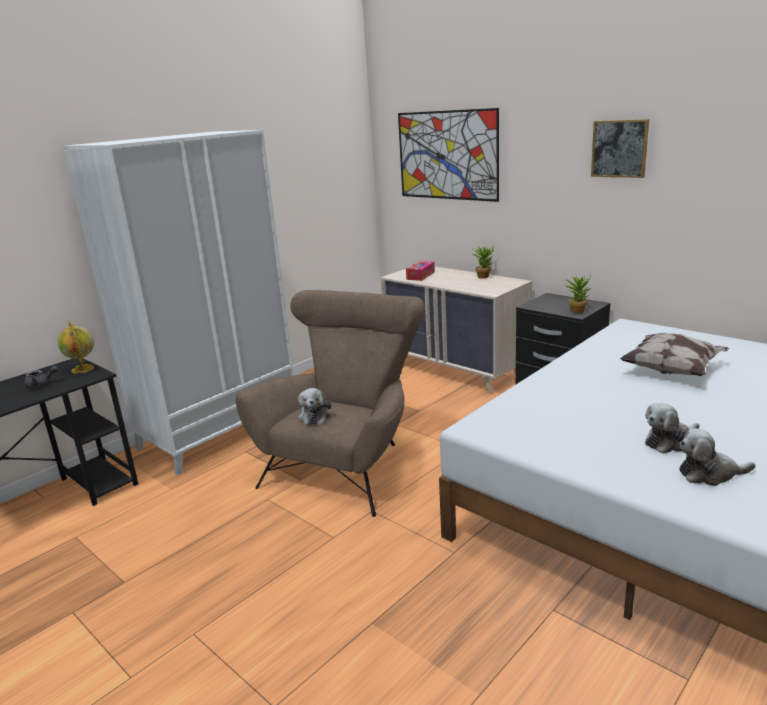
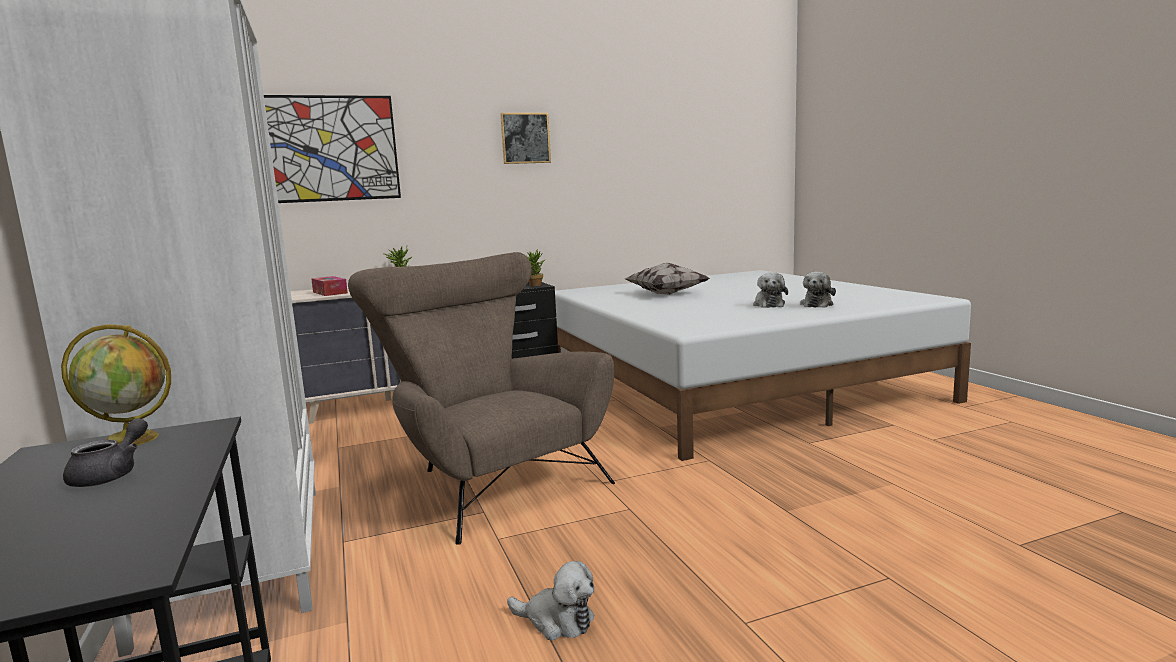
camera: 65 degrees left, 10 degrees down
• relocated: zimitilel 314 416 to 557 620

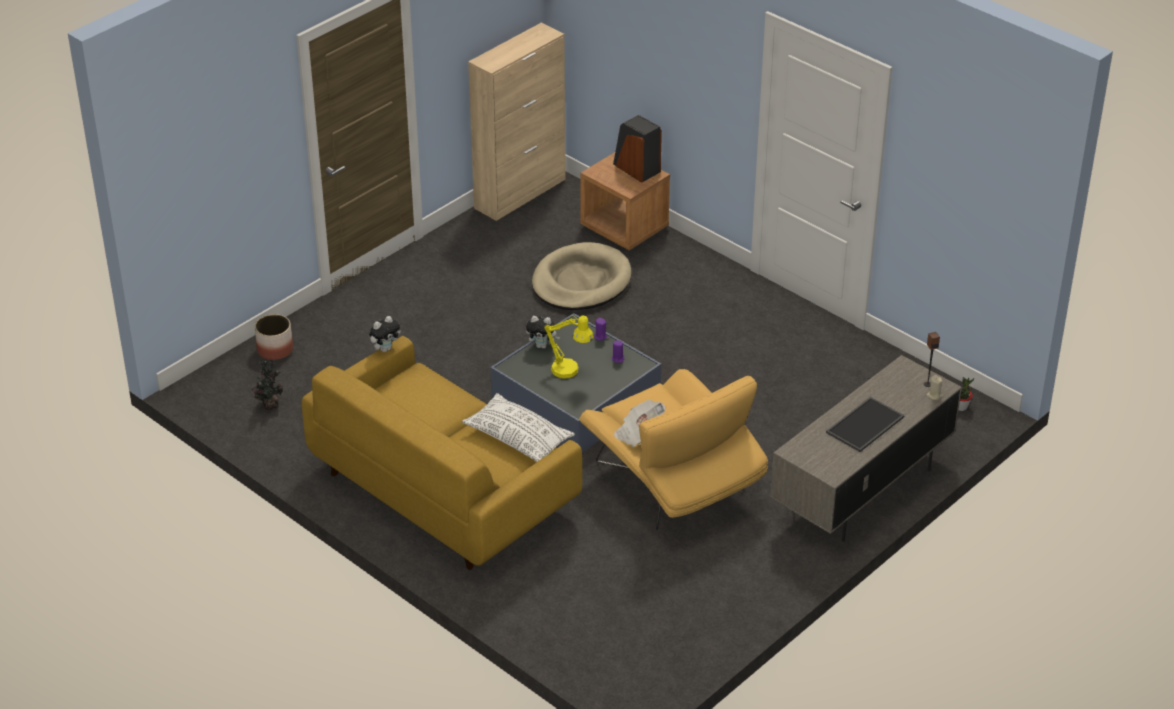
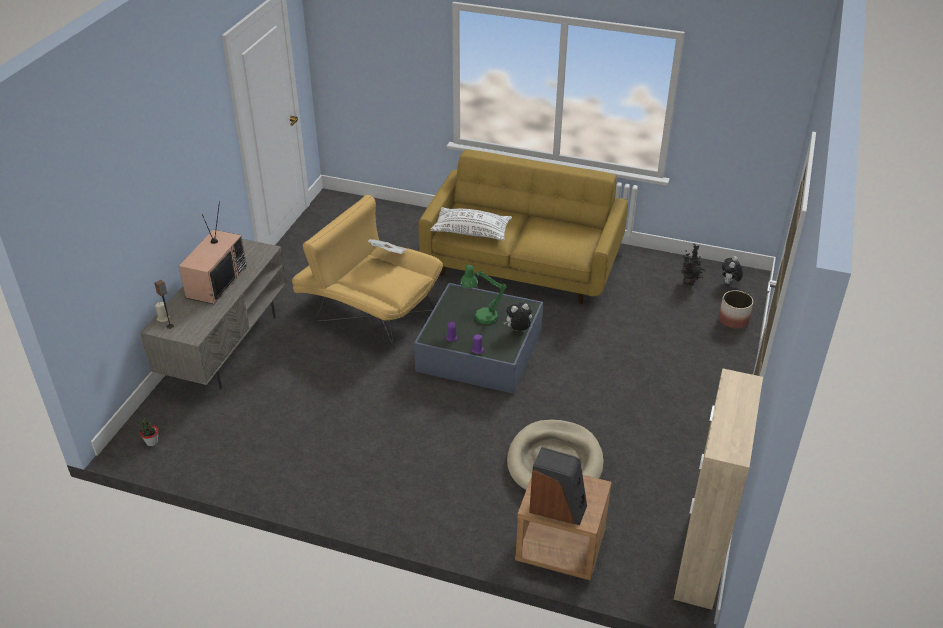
camera: 155 degrees right, 0 degrees up
• colour: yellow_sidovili 570 371 to green_sidovili 481 317
• relocated: zimitilel 385 348 to 729 283
• exchanged: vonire 865 425 to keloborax 216 281

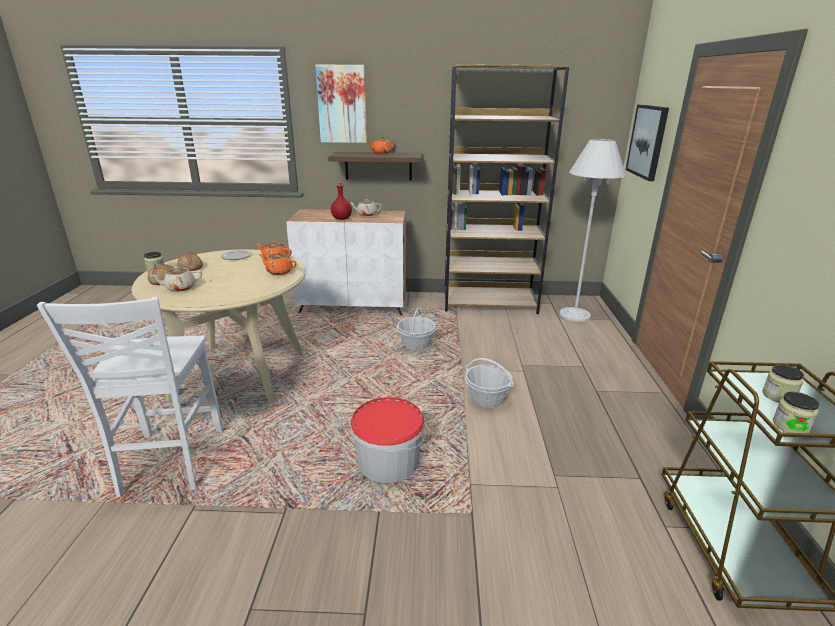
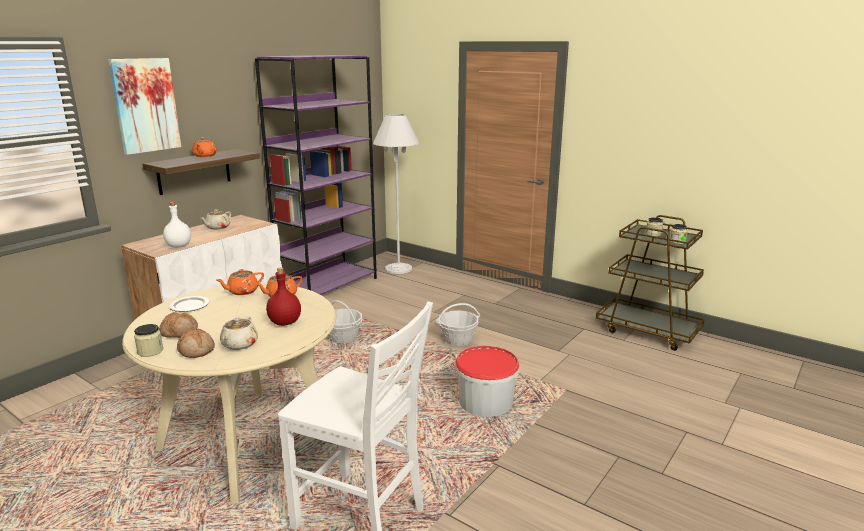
camera: 55 degrees left, 5 degrees down
• colour: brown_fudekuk 490 303 to purple_fudekuk 328 286
• missing: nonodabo 648 141
• relocated: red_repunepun 341 219 to 285 323
• appeared: white_repunepun 178 246

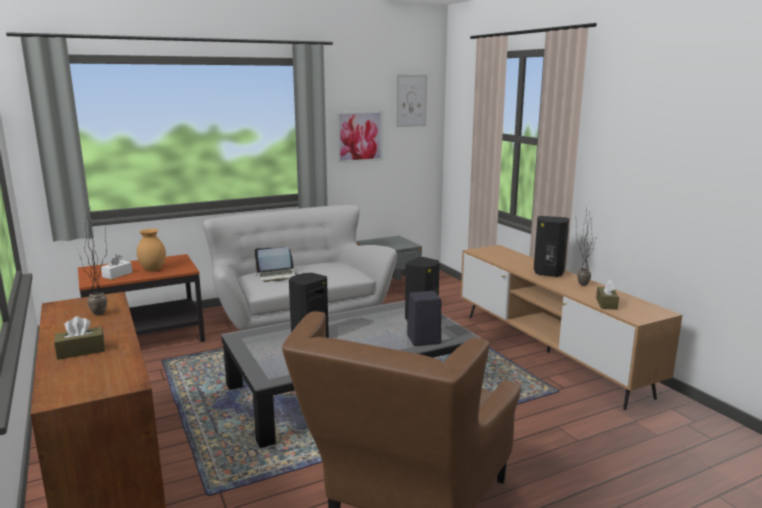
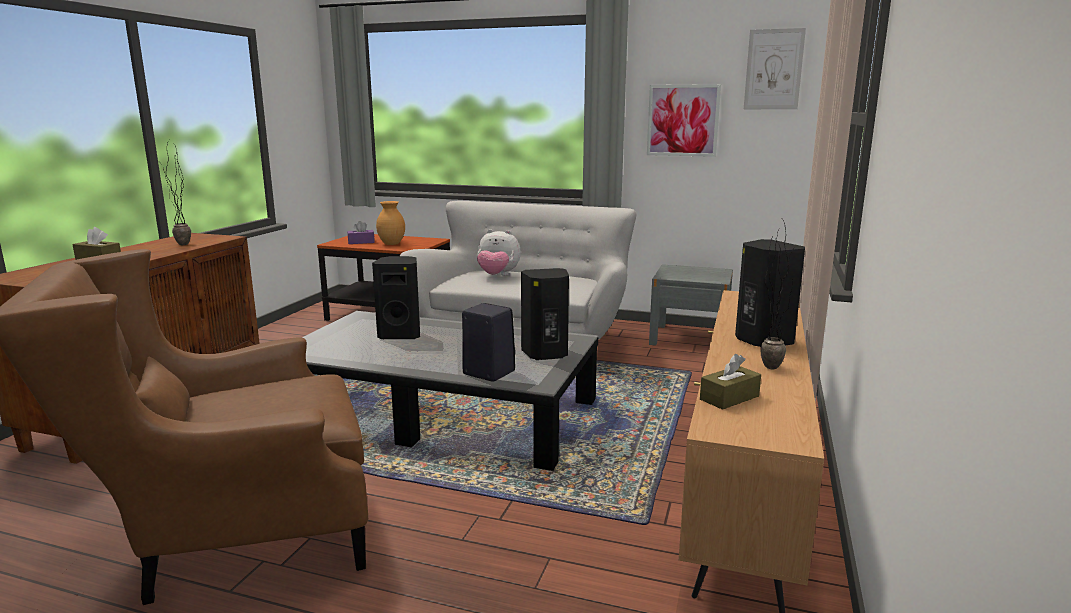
camera: 45 degrees right, 0 degrees up
• exchanged: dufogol 276 275 to zimitilel 497 276
• colour: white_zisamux 117 275 to purple_zisamux 361 242

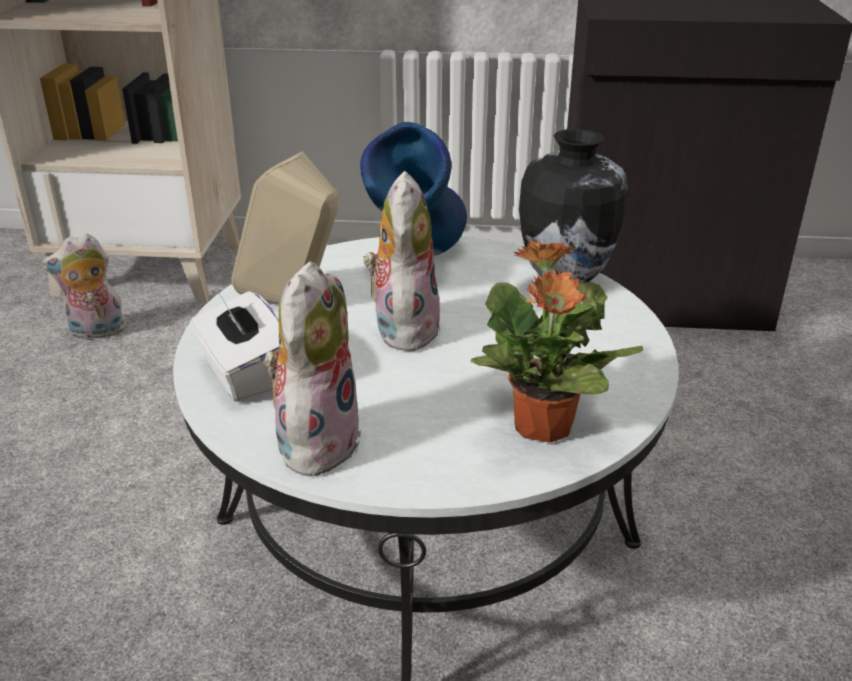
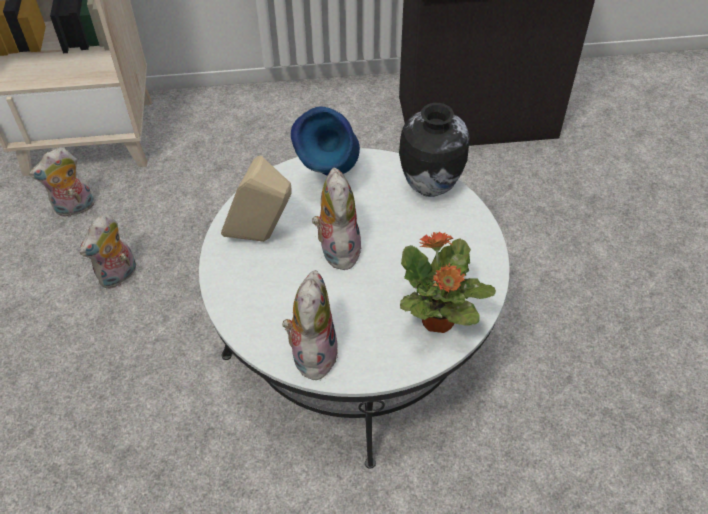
camera: 10 degrees left, 20 degrees up
• missing: white_zisamux 245 374
• appeared: zimitilel 119 276

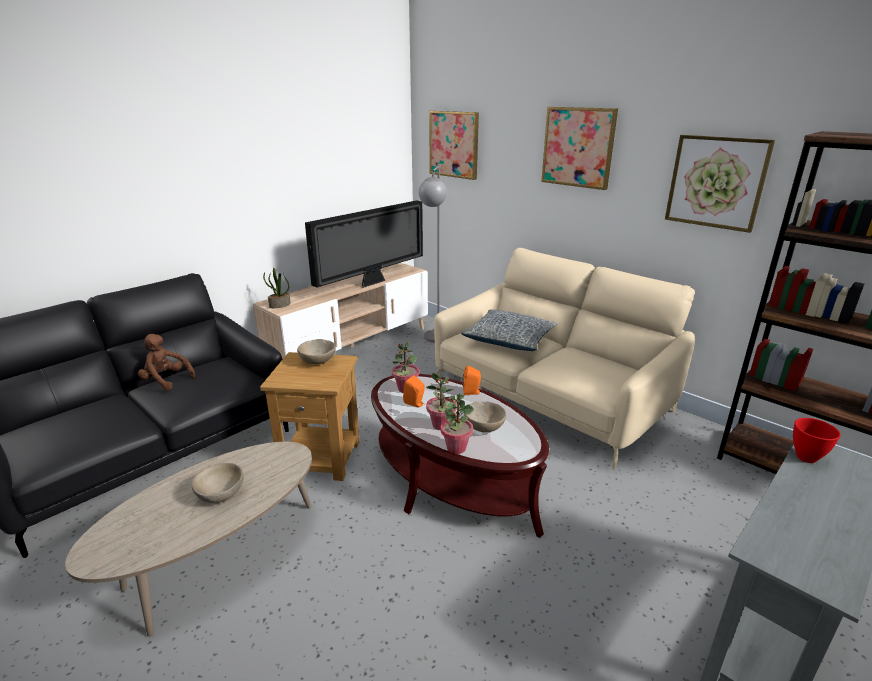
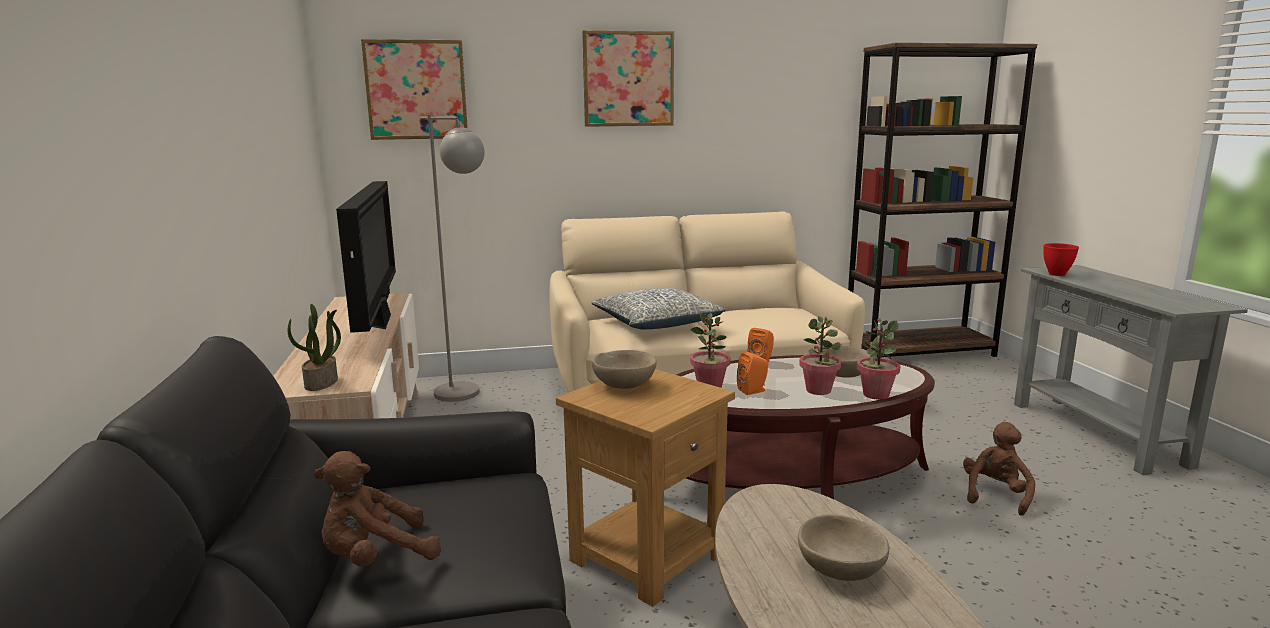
camera: 55 degrees left, 10 degrees down
• missing: nonodabo 716 182
• appeared: brown_zimitilel 995 495

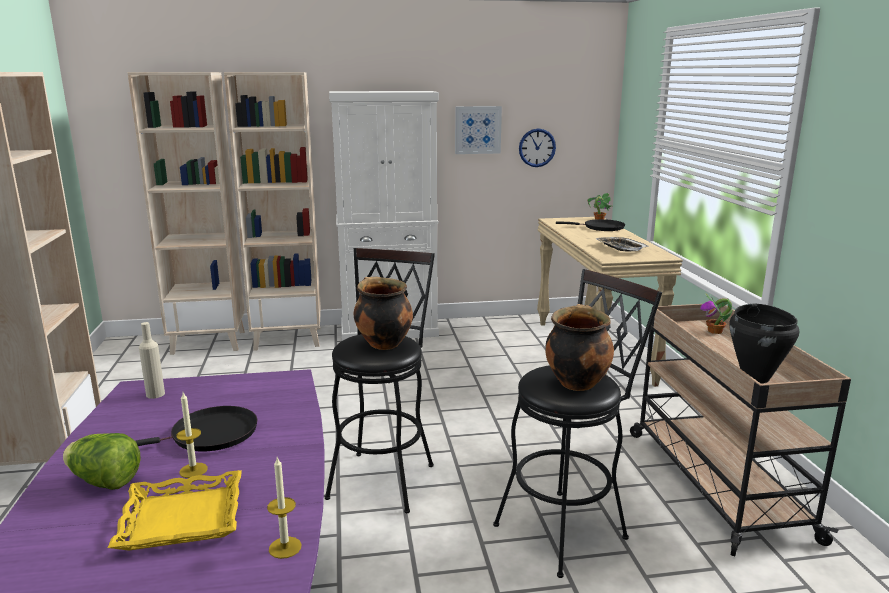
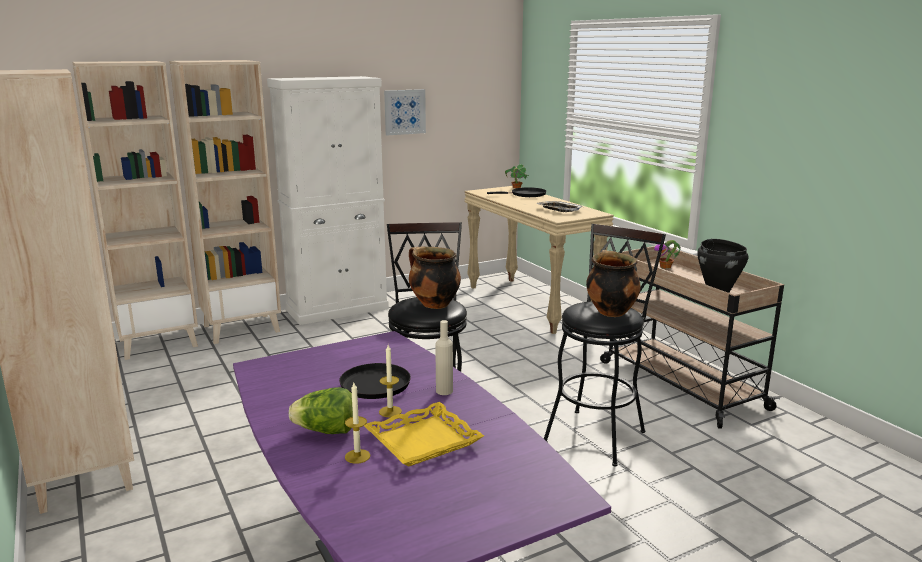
camera: 20 degrees left, 0 degrees up
• missing: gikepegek 537 147
• relocated: beige_repunepun 155 394 to 444 391
• relocated: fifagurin 285 547 to 357 456

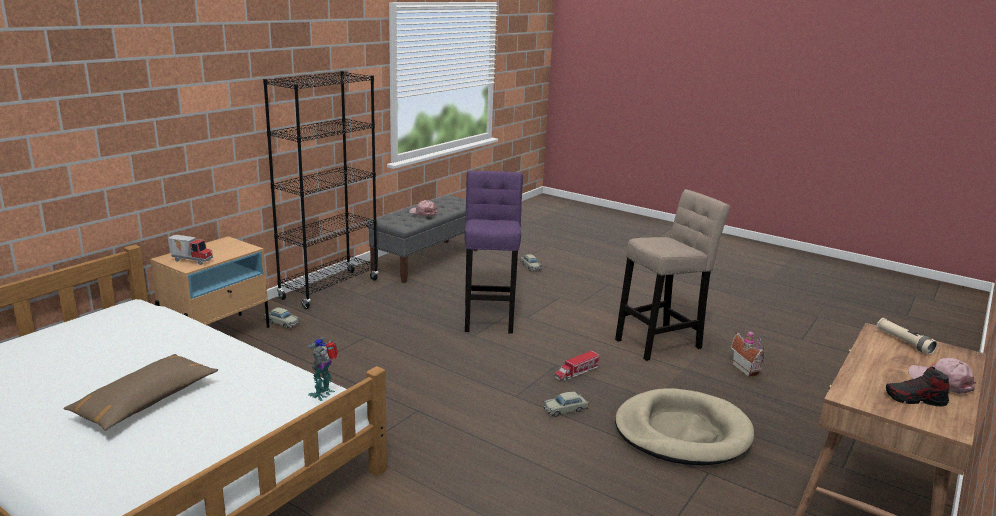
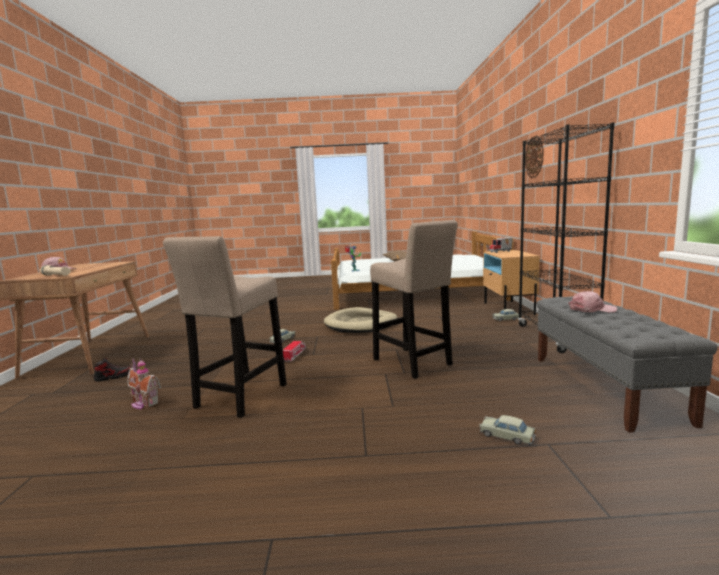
camera: 145 degrees right, 10 degrees down
• colour: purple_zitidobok 489 316 to beige_zitidobok 414 363
• relocated: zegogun 915 399 to 113 377
• relocated: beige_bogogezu 682 432 to 361 324
• appeared: gikepegek 534 157

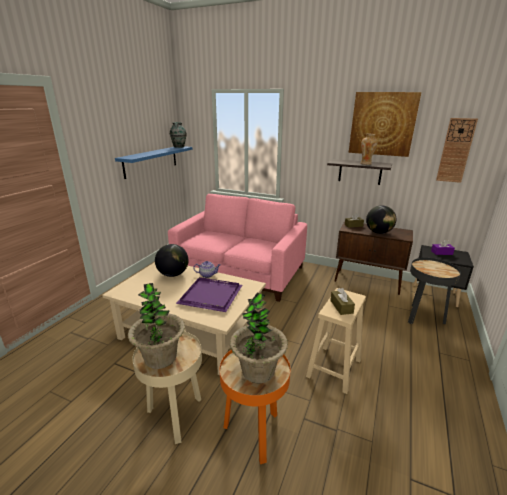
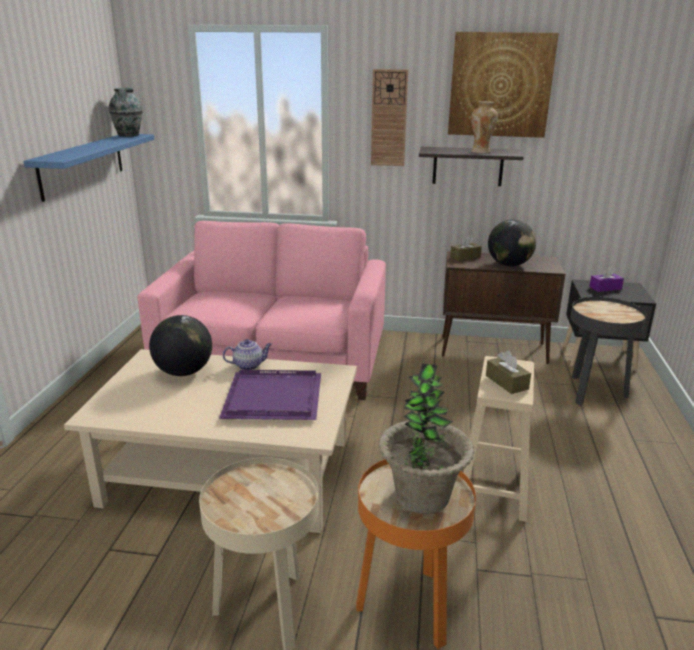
camera: 15 degrees left, 0 degrees up
• relocated: gikepegek 455 150 to 389 118
• missing: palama 160 357

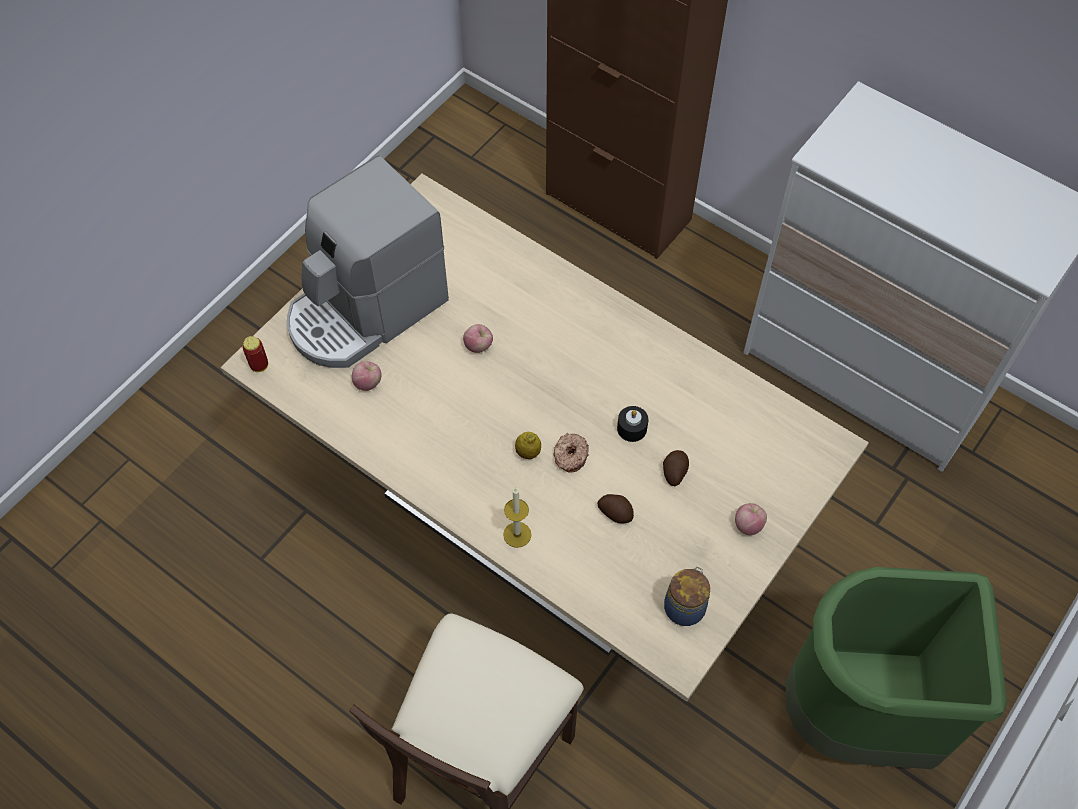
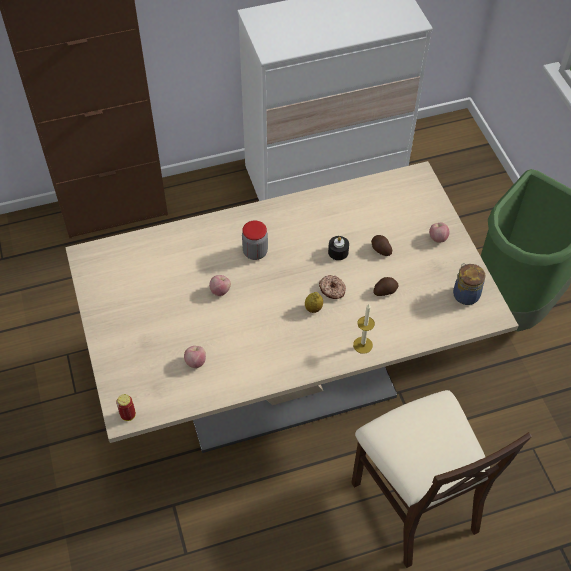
camera: 55 degrees left, 5 degrees down
• missing: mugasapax 365 311
• appeared: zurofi 255 252

